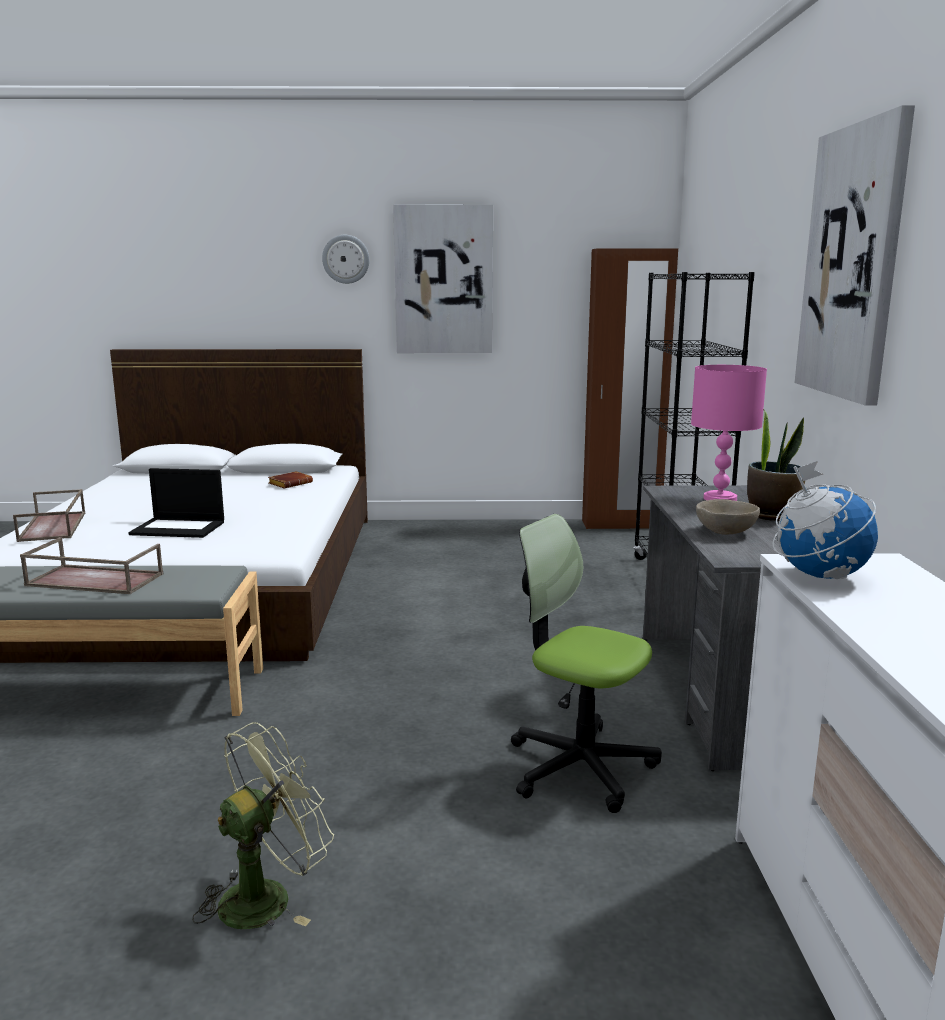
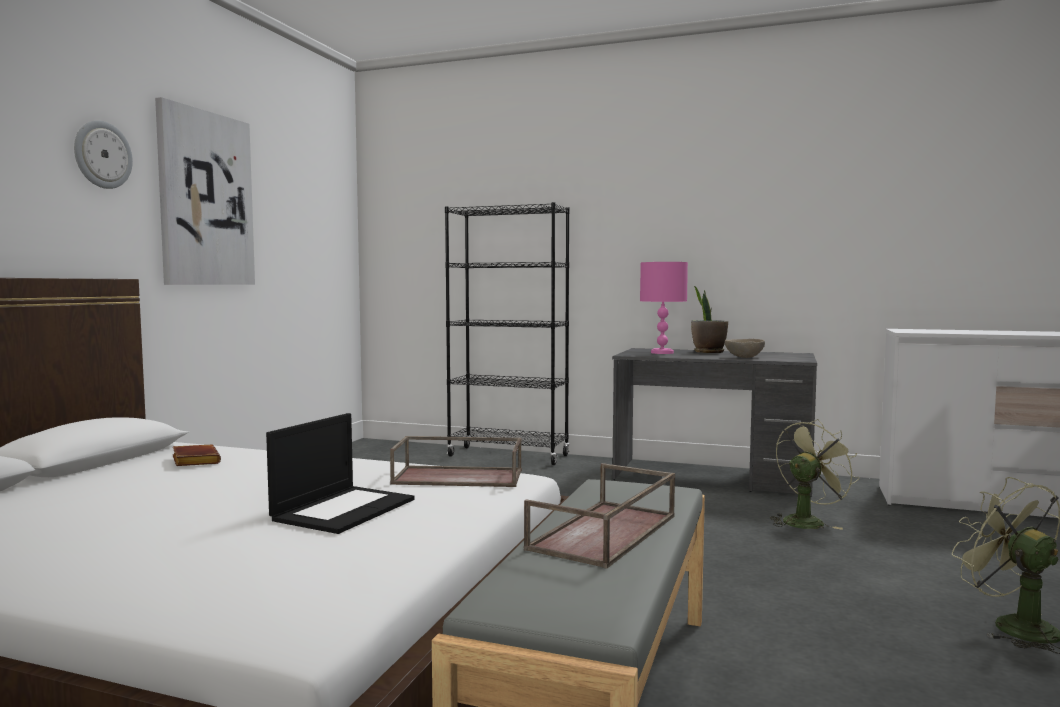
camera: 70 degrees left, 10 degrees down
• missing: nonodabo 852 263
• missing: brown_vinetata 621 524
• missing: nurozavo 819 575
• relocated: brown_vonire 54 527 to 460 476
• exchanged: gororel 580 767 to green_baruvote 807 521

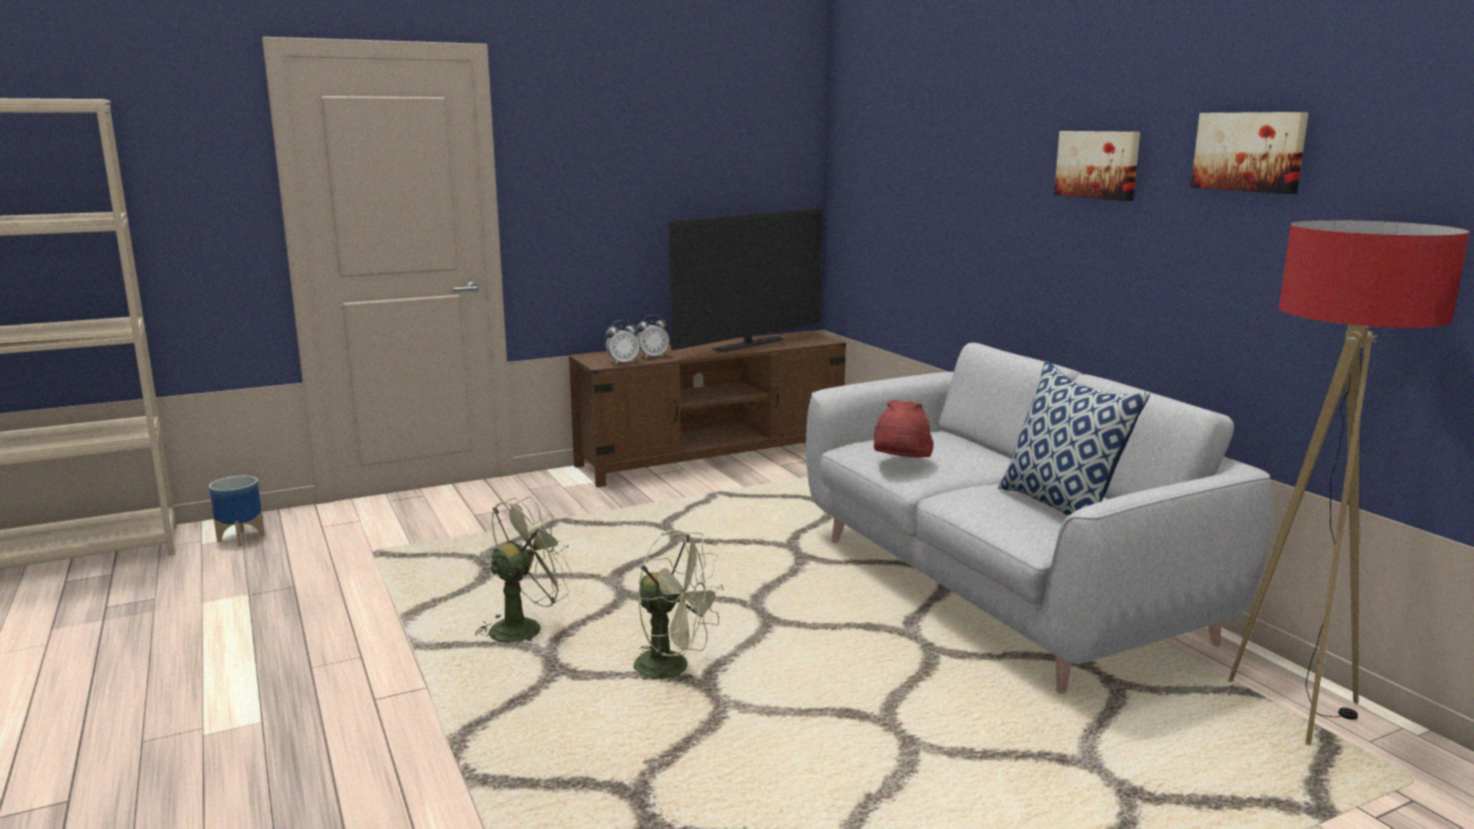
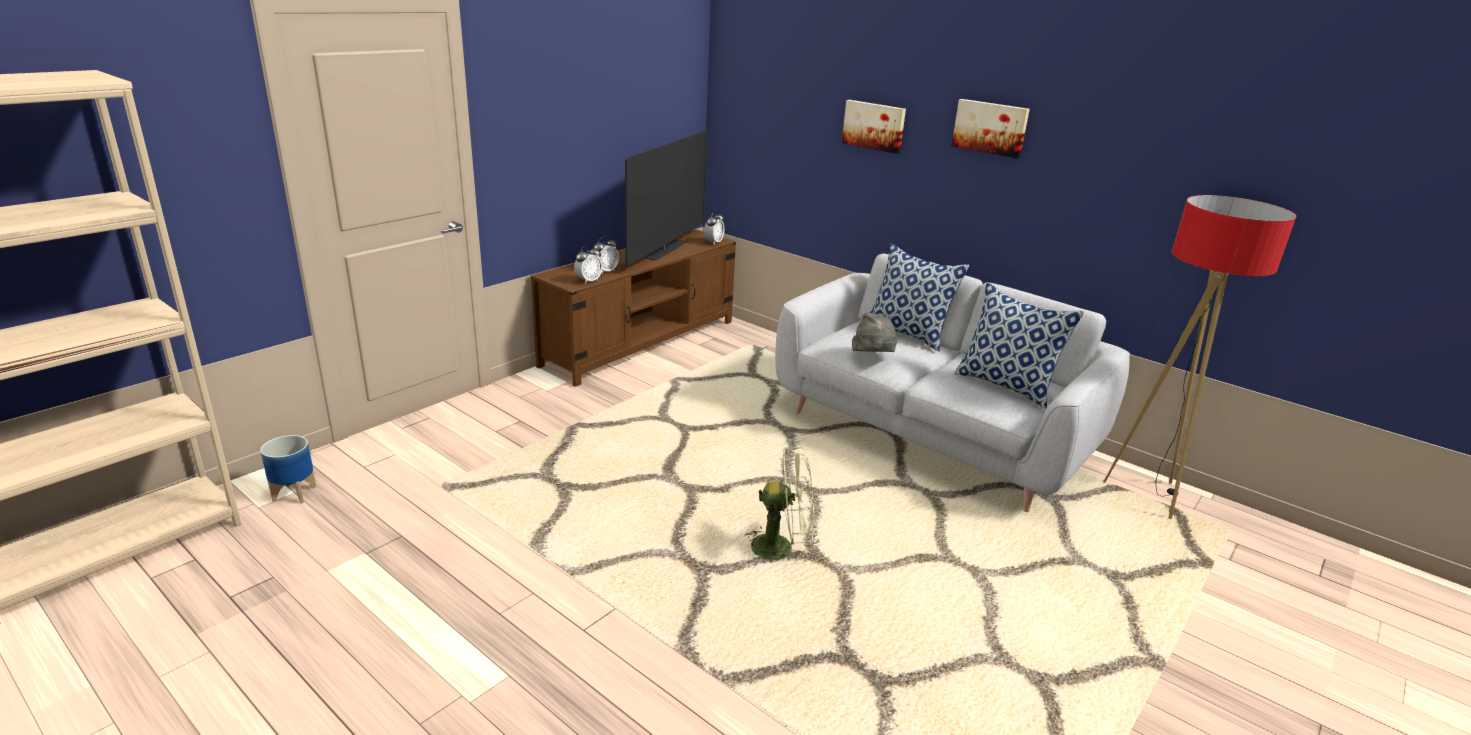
camera: 25 degrees left, 10 degrees up
• relocated: nonodabo 1250 151 to 874 126
• colour: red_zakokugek 900 463 to grey_zakokugek 873 358
• missing: green_baruvote 524 627
• appeared: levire 713 242
• appeared: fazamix 908 334

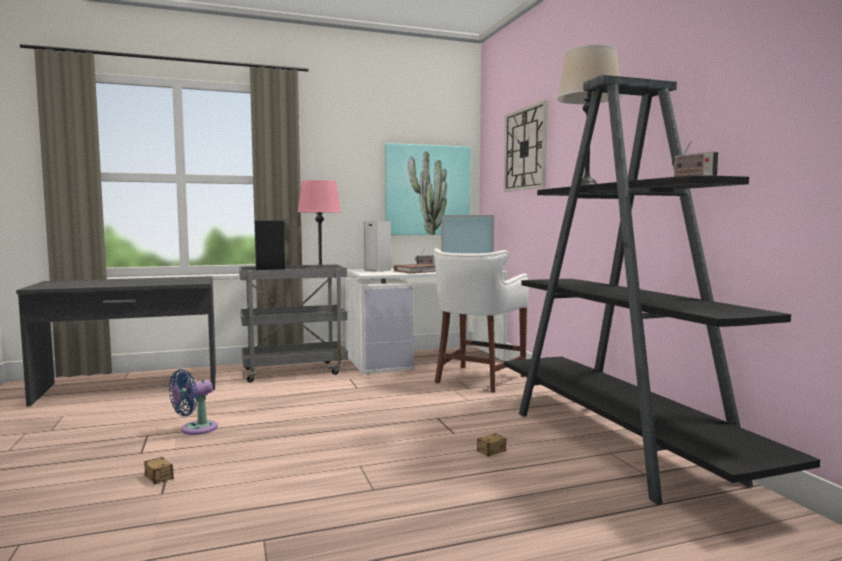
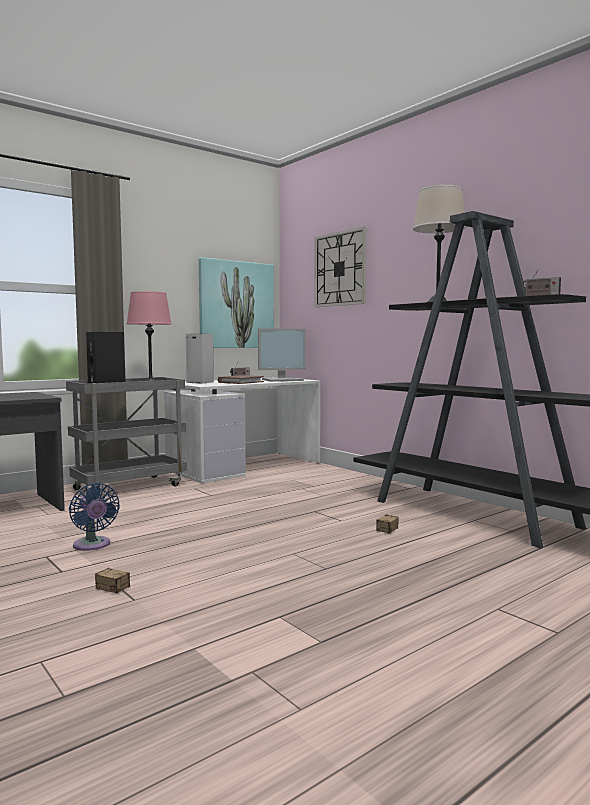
camera: 20 degrees left, 0 degrees up
• missing: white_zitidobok 477 379
• spun: blue_baruvote 195 429 = 92 545 60 degrees counterclockwise

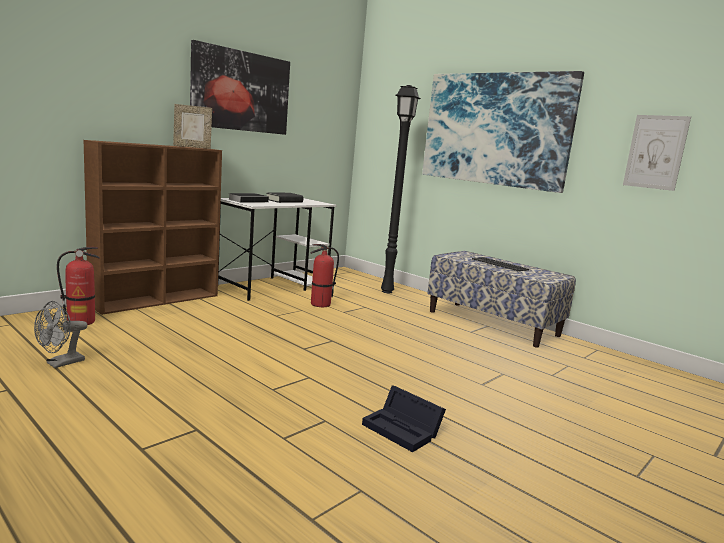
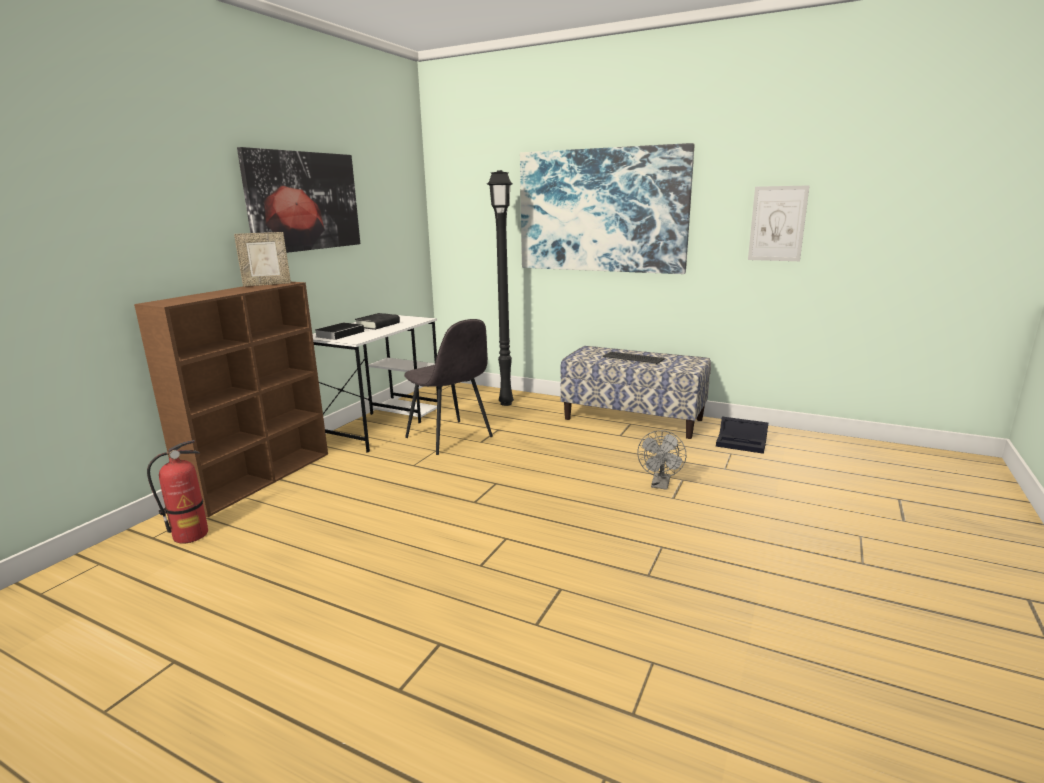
camera: 15 degrees left, 5 degrees up
• exchanged: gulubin 320 304 to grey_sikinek 450 438
• relocated: grey_baruvote 60 363 to 660 485
• relocated: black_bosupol 404 430 to 742 443

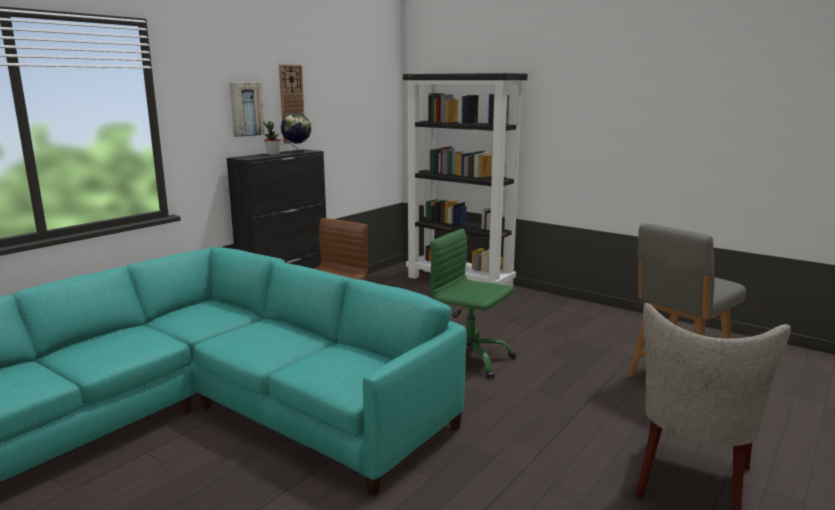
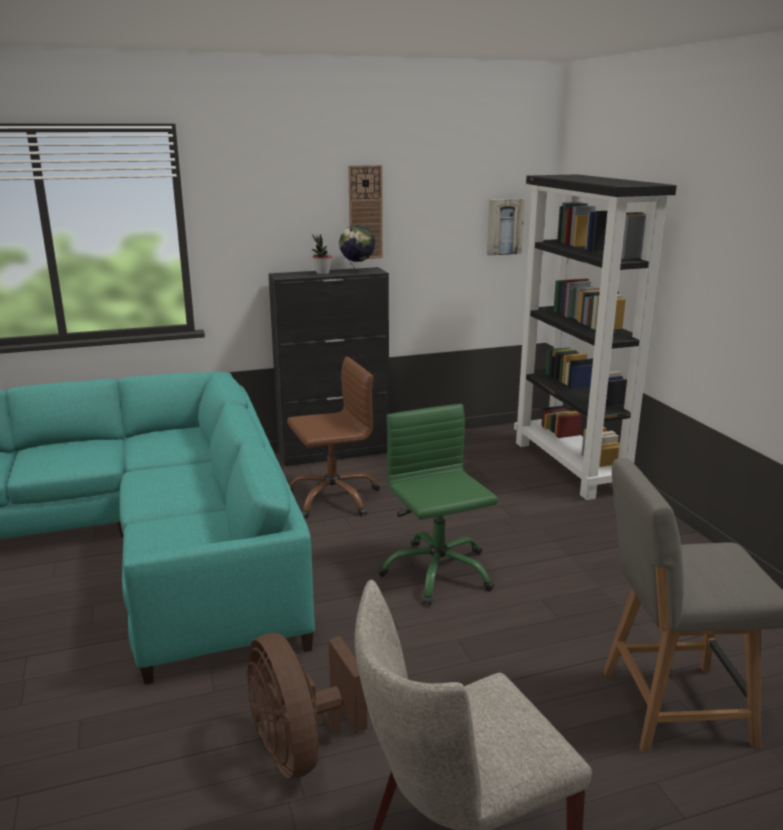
camera: 35 degrees right, 5 degrees up
• relocated: nonodabo 245 109 to 504 226
• appeared: brown_baruvote 300 748

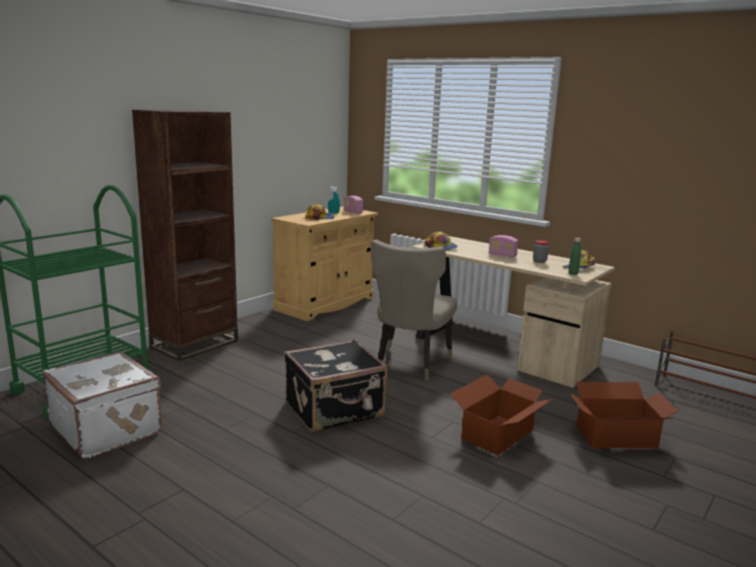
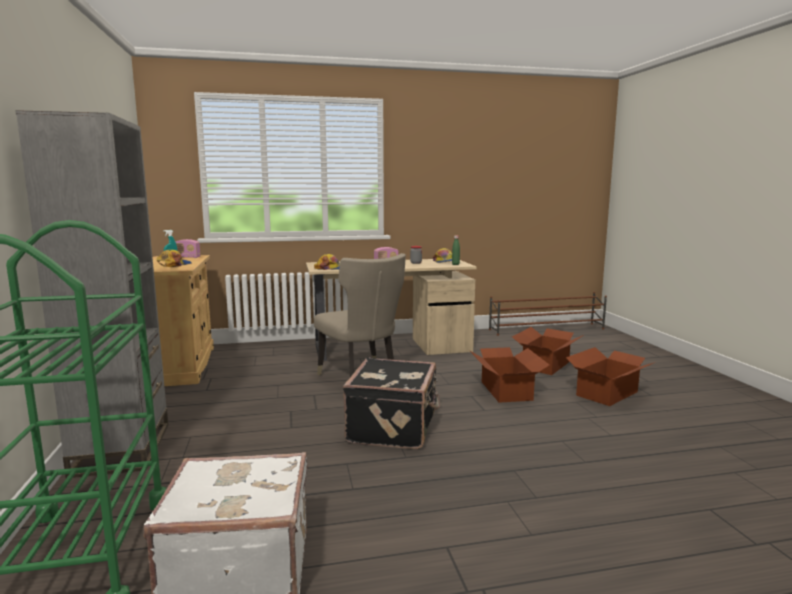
camera: 50 degrees left, 5 degrees down
• colour: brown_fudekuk 195 344 to grey_fudekuk 122 448
• appeared: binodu 608 394

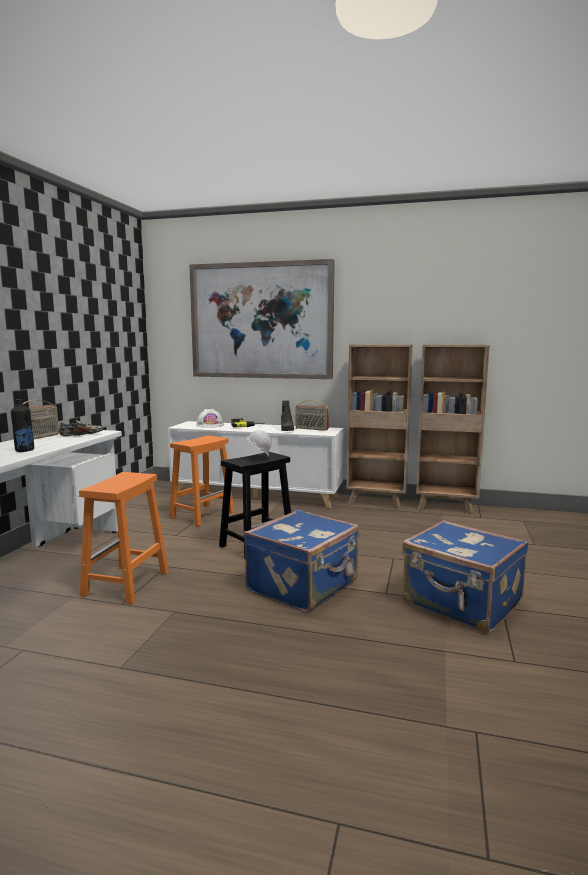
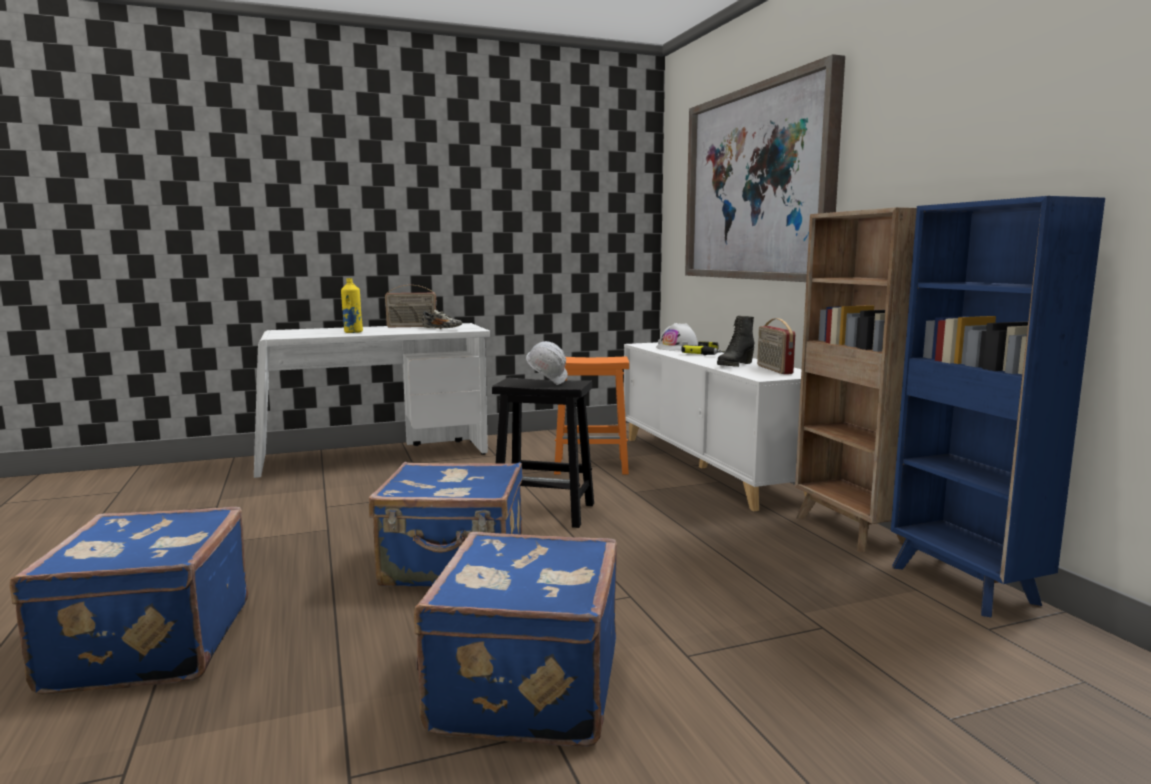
camera: 55 degrees right, 0 degrees up
• colour: brown_fudekuk 446 507 to blue_fudekuk 964 586
• colour: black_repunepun 24 450 to yellow_repunepun 353 332
• missing: orange_zitidobok 126 584
• appeared: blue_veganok 147 646

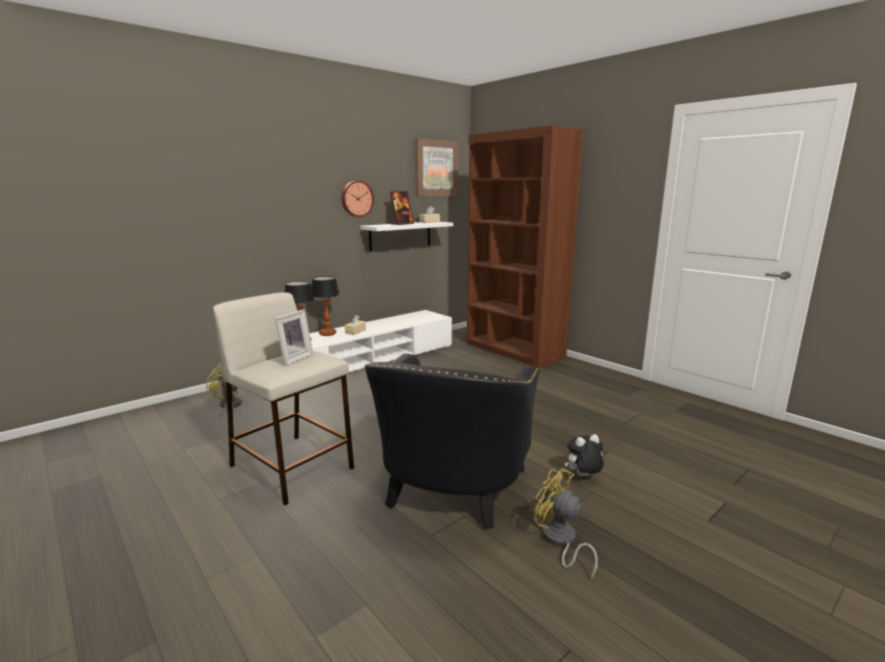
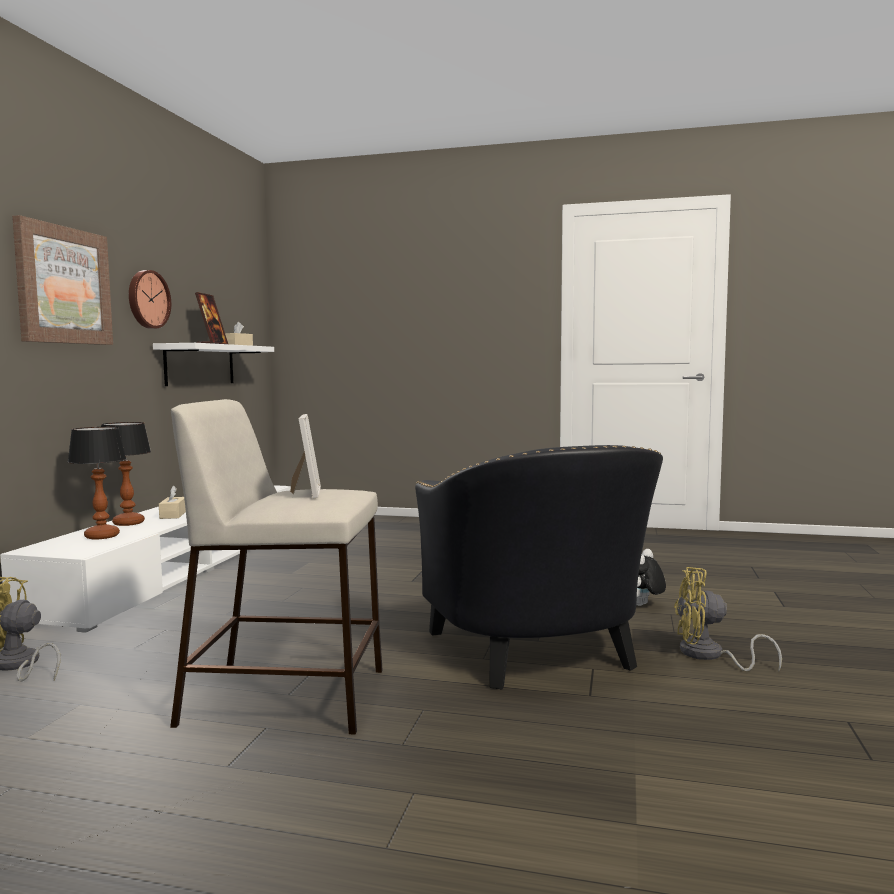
camera: 35 degrees left, 10 degrees down
• missing: brown_fudekuk 514 350
• relocated: nonodabo 436 168 to 63 285

